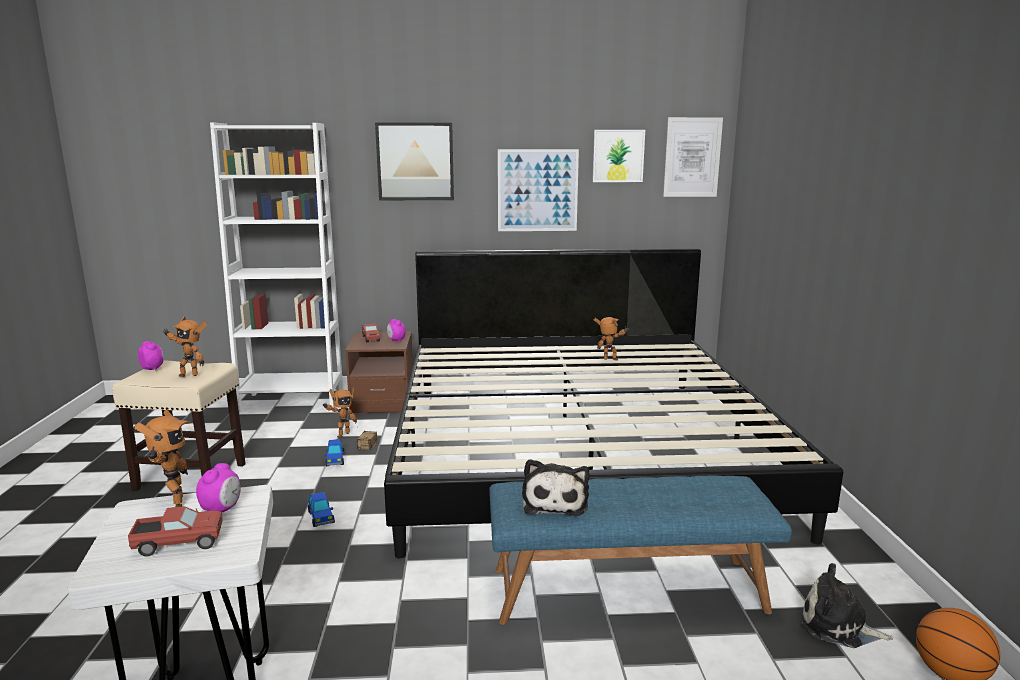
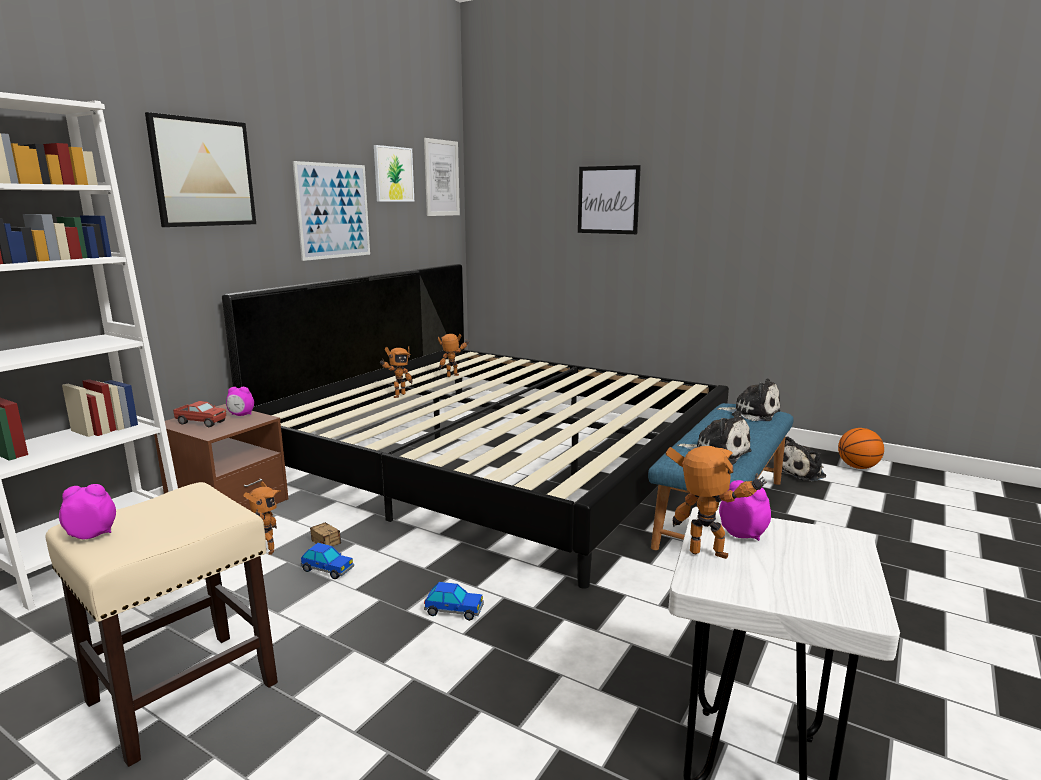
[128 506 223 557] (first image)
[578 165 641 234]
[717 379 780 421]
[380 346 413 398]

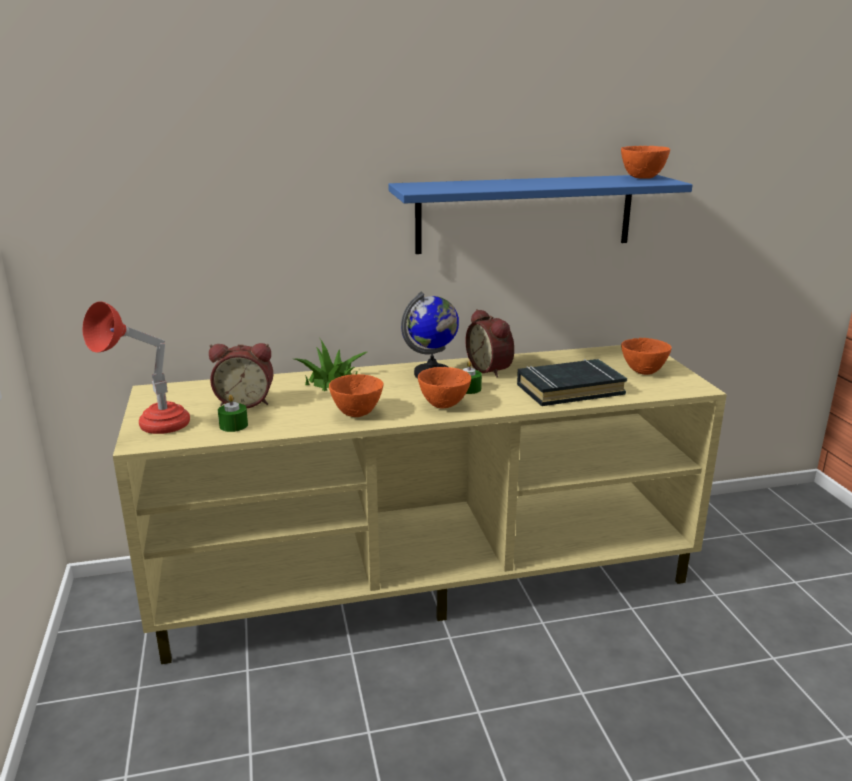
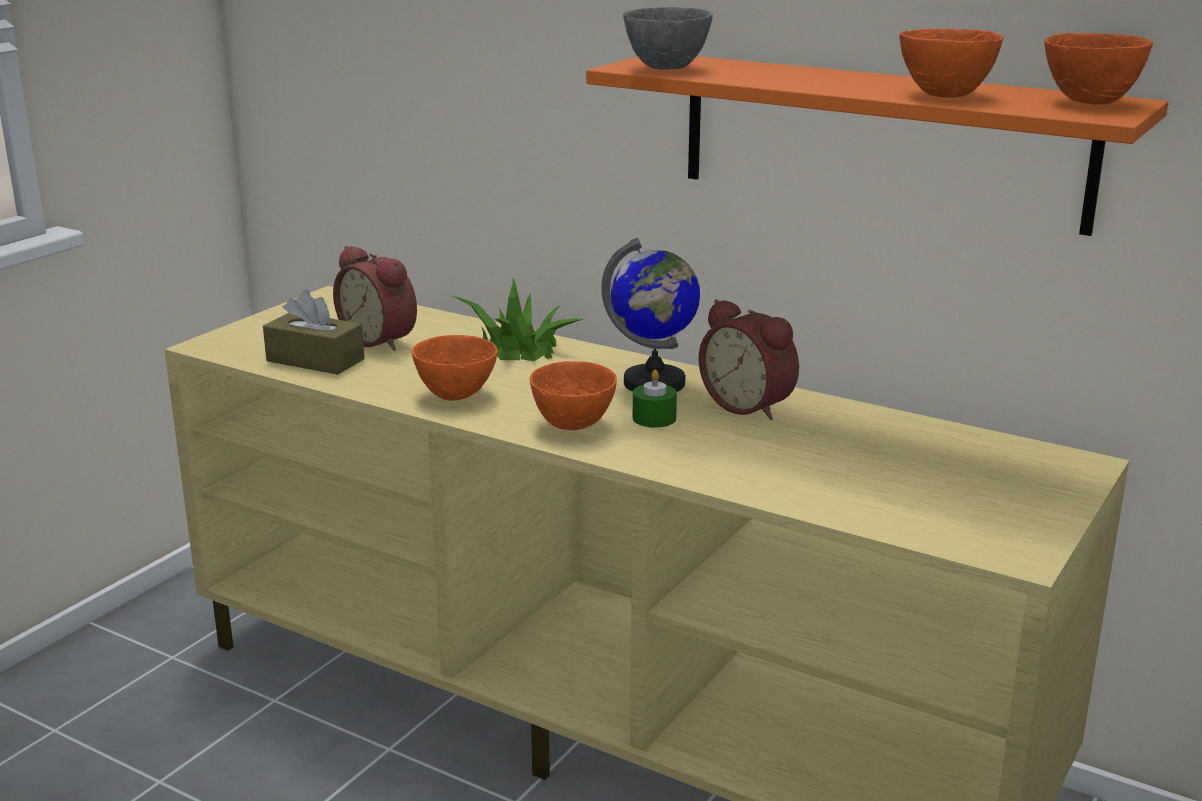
[83 301 190 434] (first image)
[517 359 627 406] (first image)
[623 7 713 69]
[900 29 1003 98]
[263 290 365 375]
[586 56 1168 236]
[699 299 799 420]

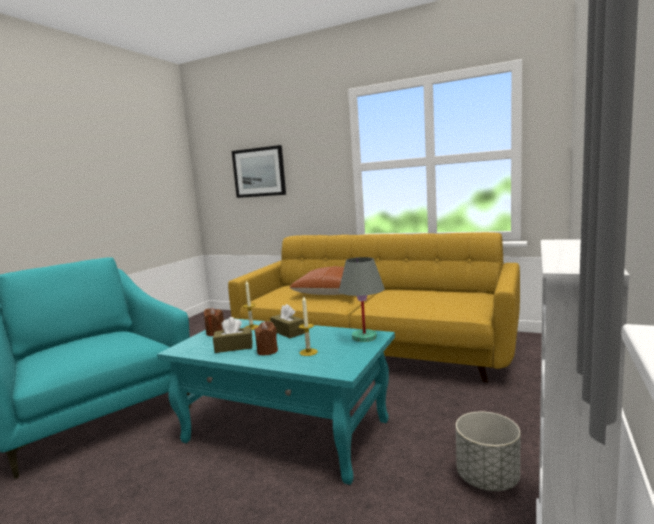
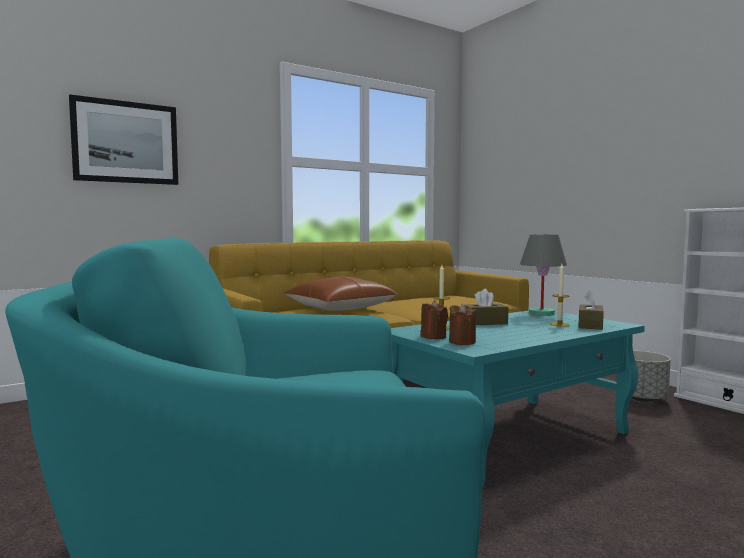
[578 290 604 330]
[449 303 476 345]

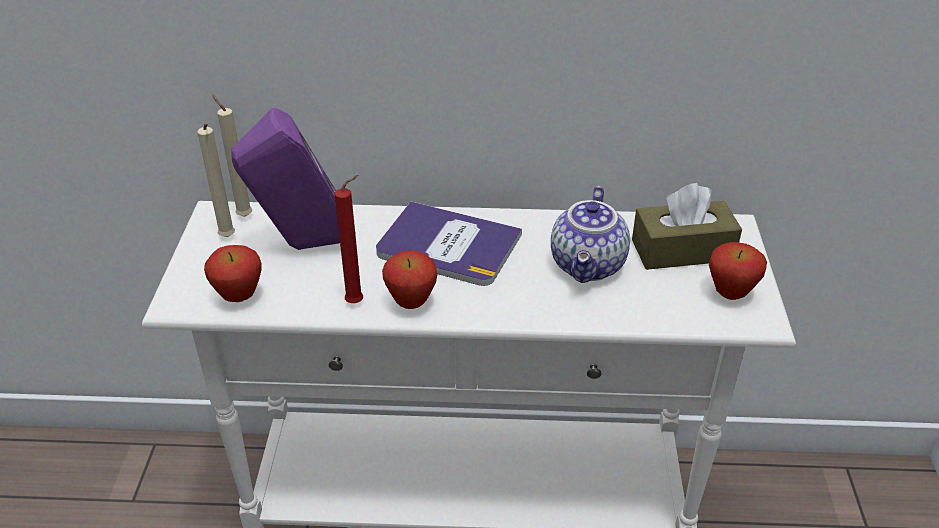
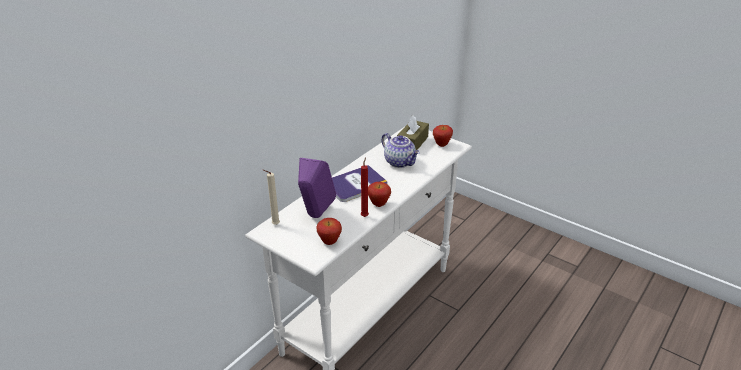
[197 124 235 237] (first image)

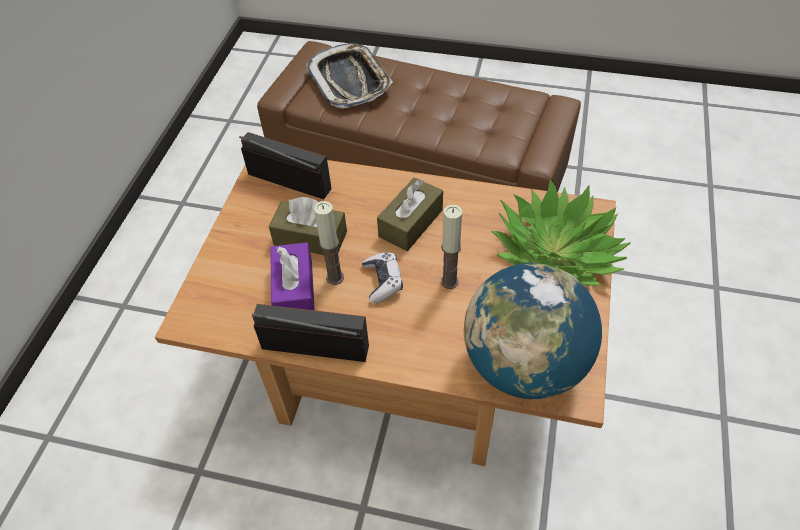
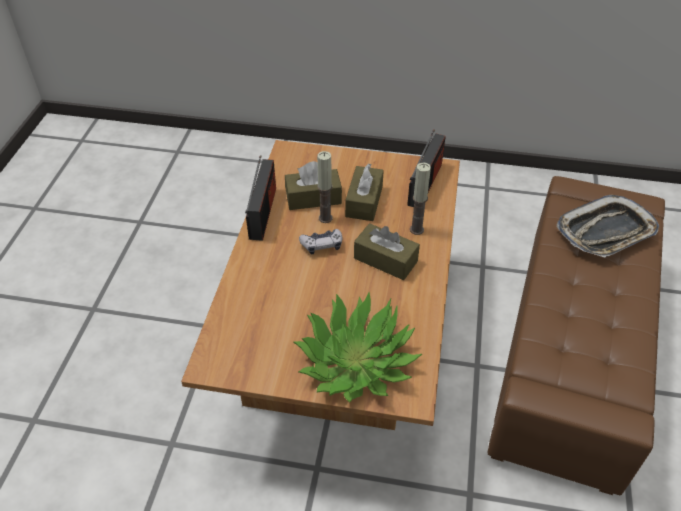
[464 263 602 399] (first image)
[410 162 431 235]
[285 161 342 210]

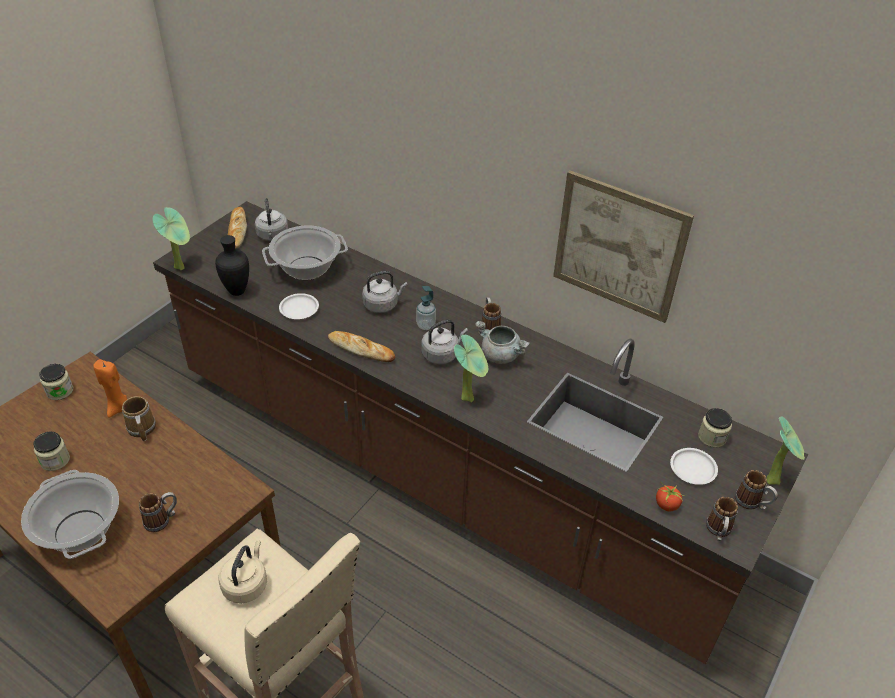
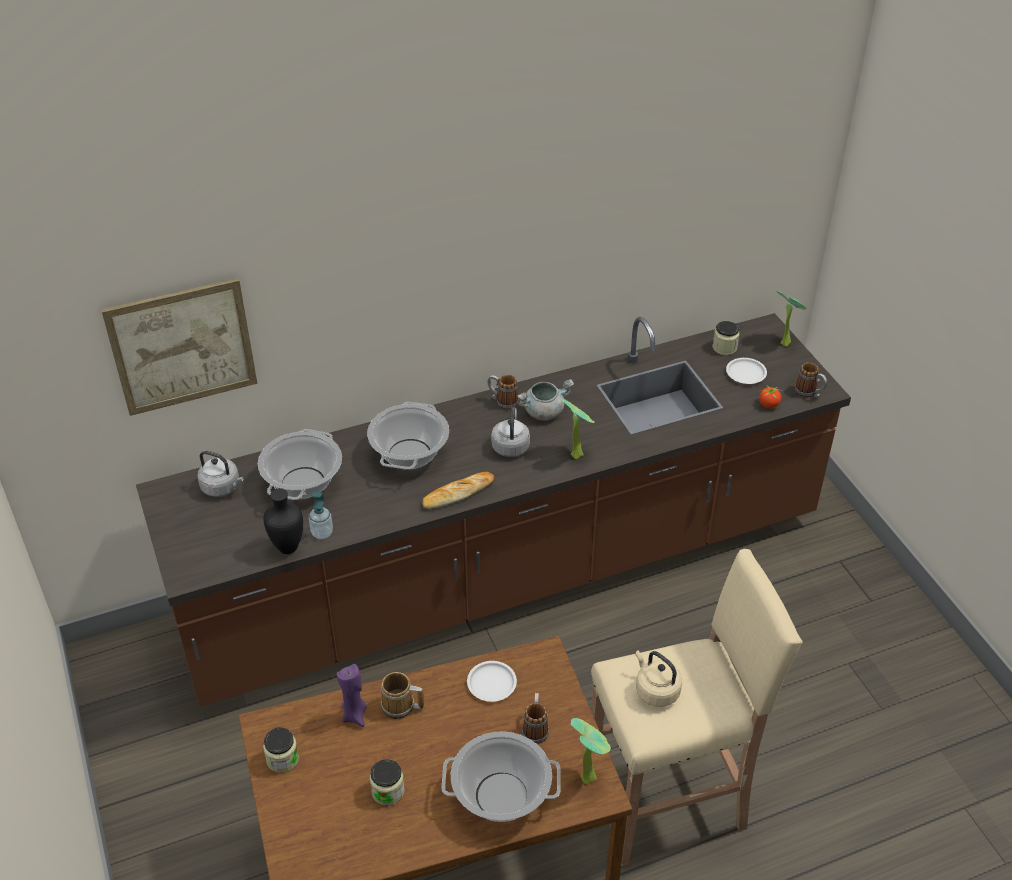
[228 207 247 249] (first image)
[735 470 778 510] (first image)
[571 718 611 785]
[467 661 517 702]
[309 492 333 539]
[101 278 257 416]
[367 402 449 470]
[337 664 367 727]

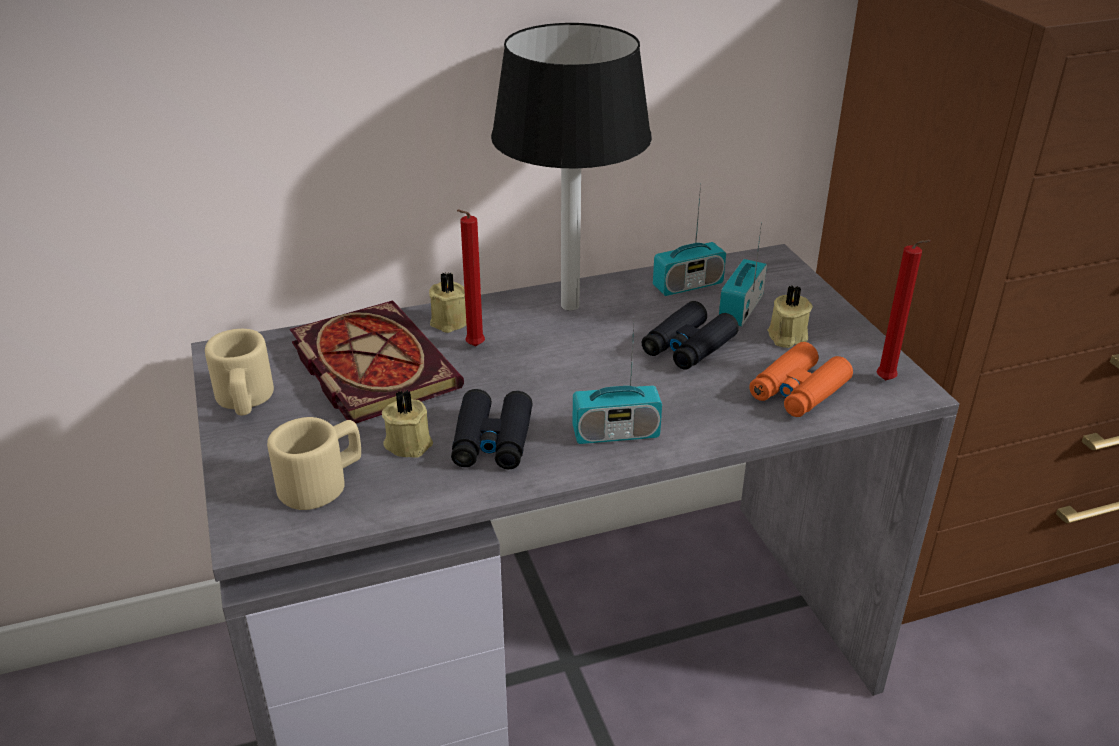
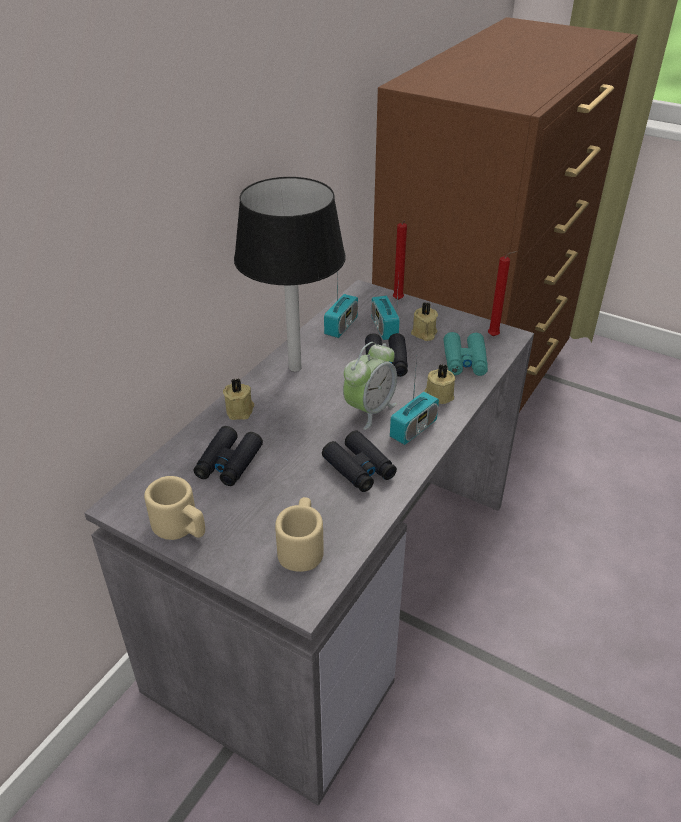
[343 342 397 430]
[423 364 456 404]
[393 220 407 300]
[194 426 263 486]
[444 332 488 376]

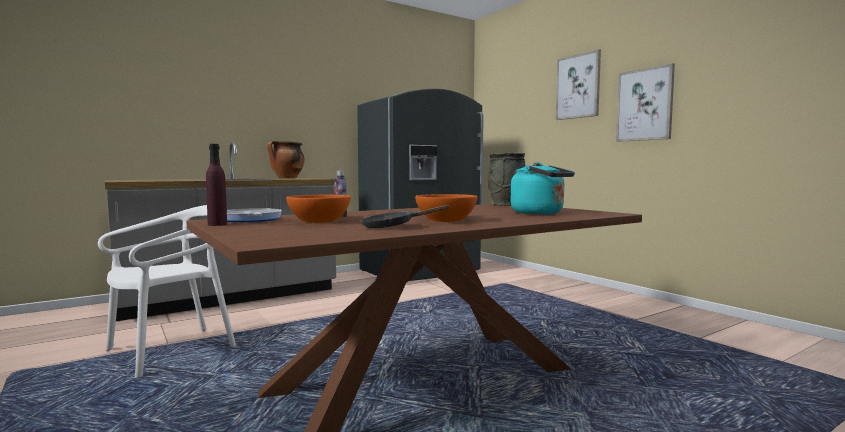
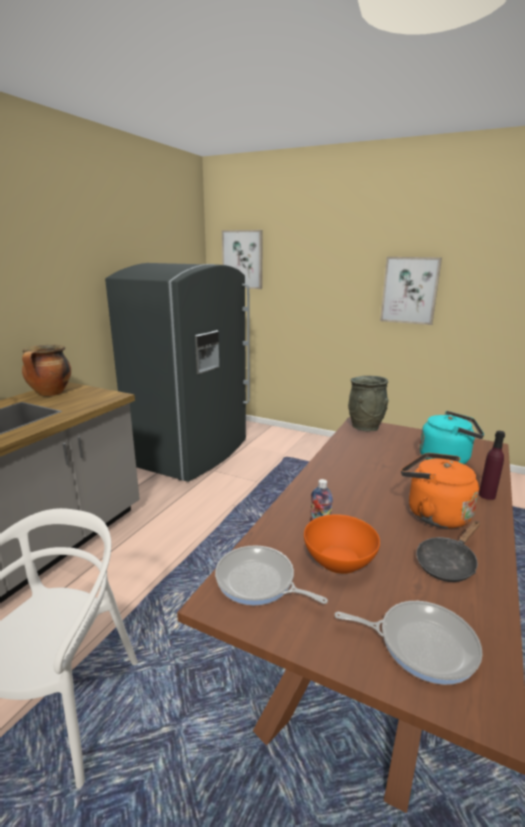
[334 601 483 685]
[479 431 505 500]
[222 230 263 289]
[401 453 479 528]

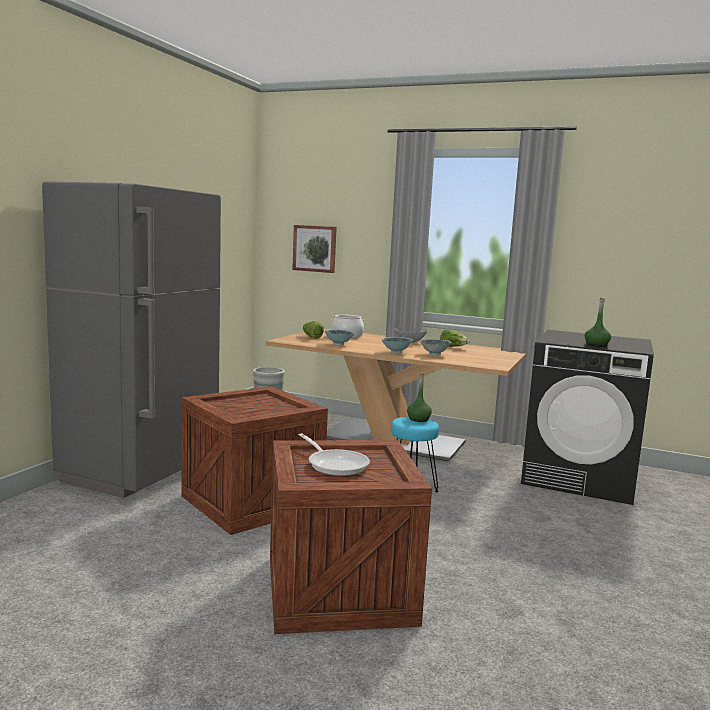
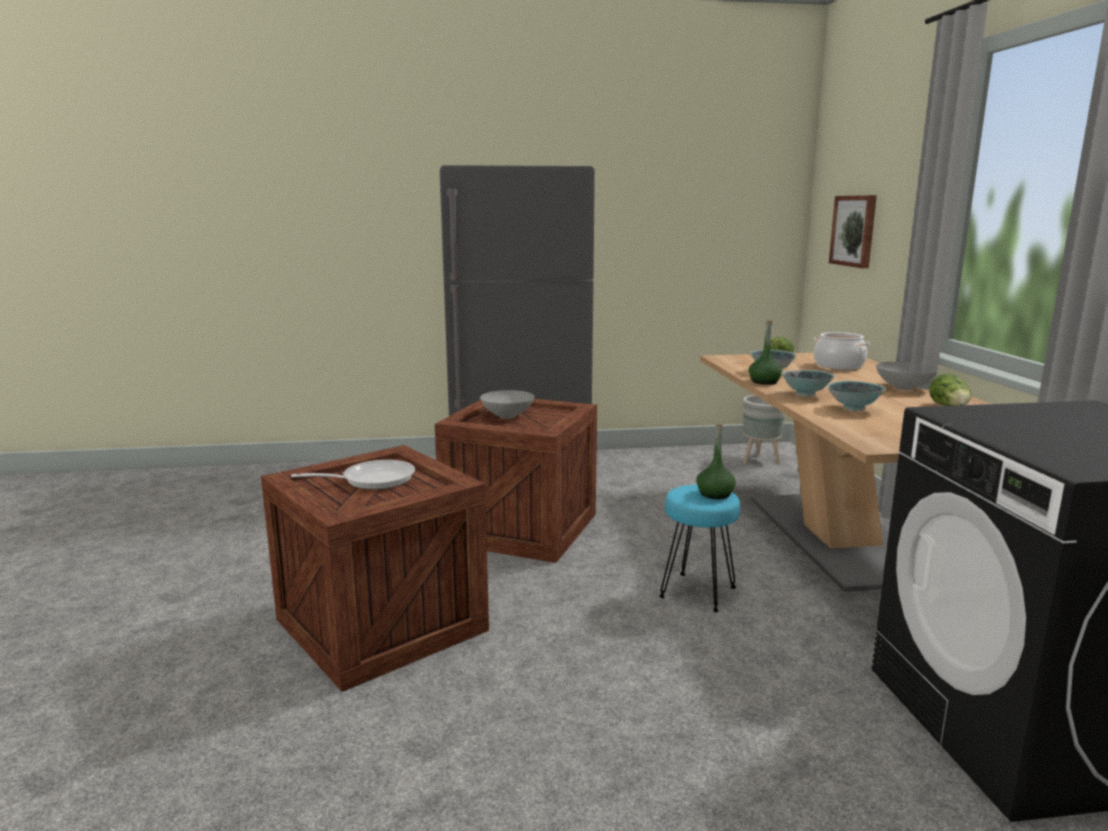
[480 390 534 419]
[749 320 782 385]
[291 460 415 490]

